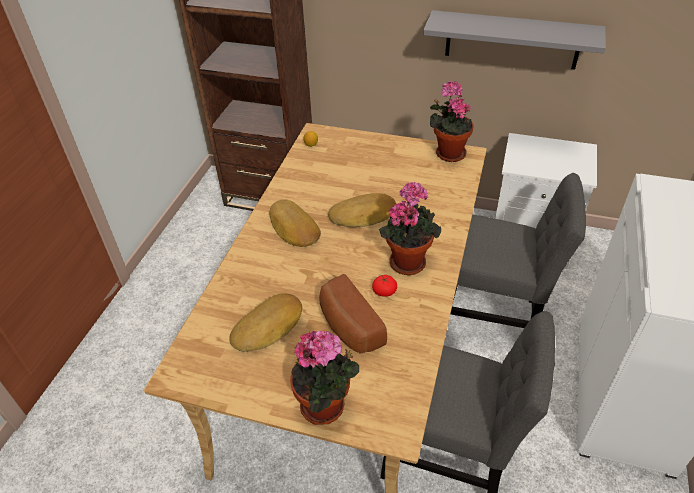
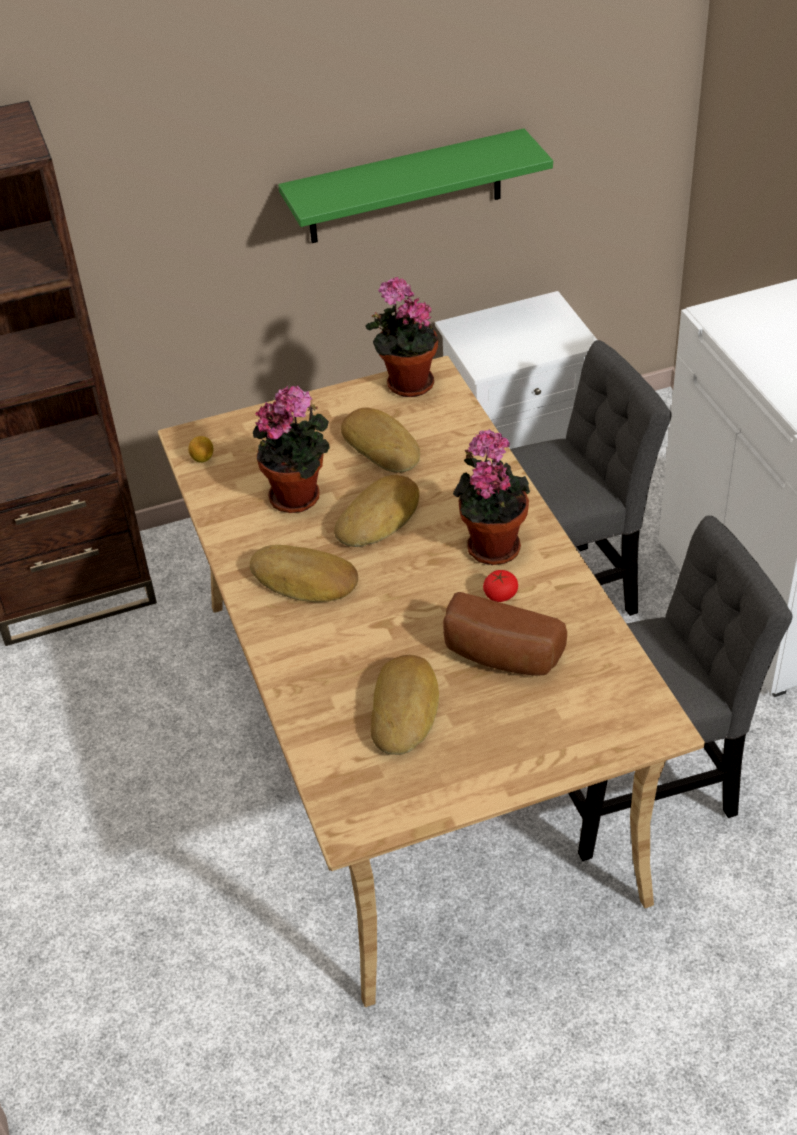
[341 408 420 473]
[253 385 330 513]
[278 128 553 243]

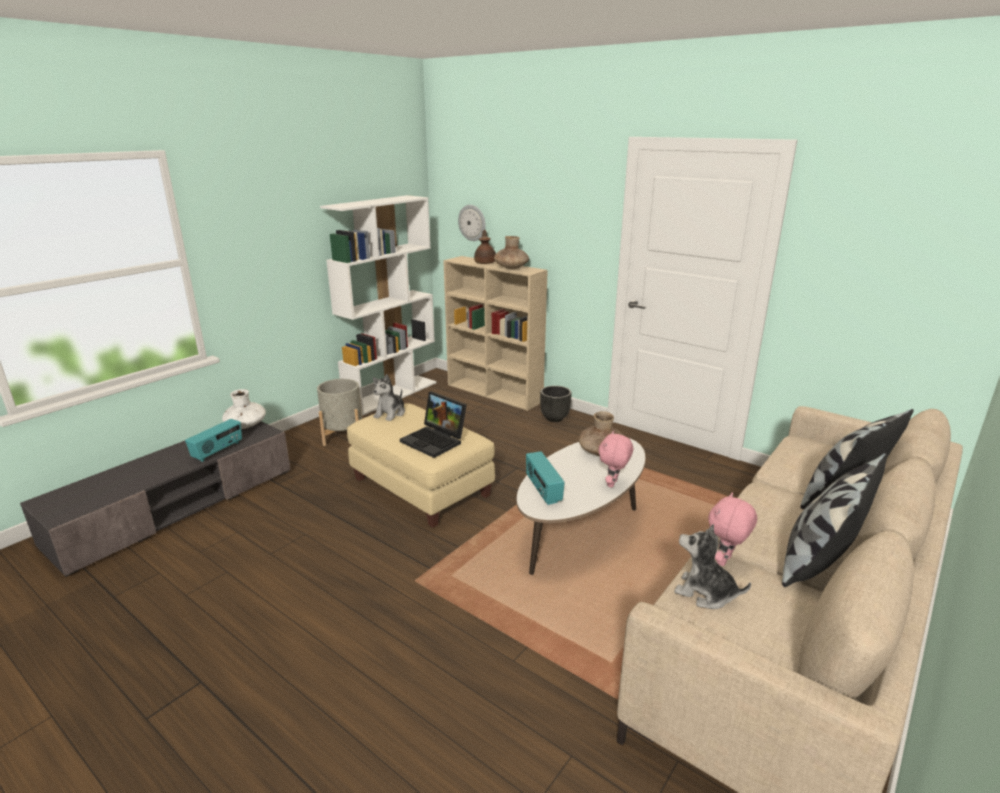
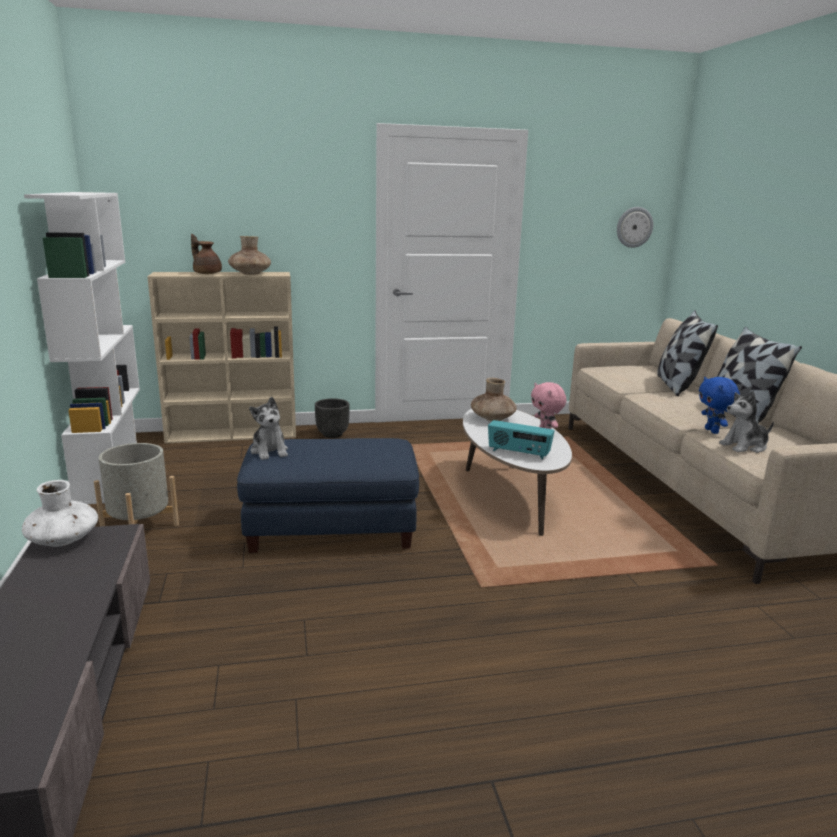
[185 419 242 462] (first image)
[400 391 467 458] (first image)
[617 207 653 248]
[237 438 419 553]
[699 377 740 434]

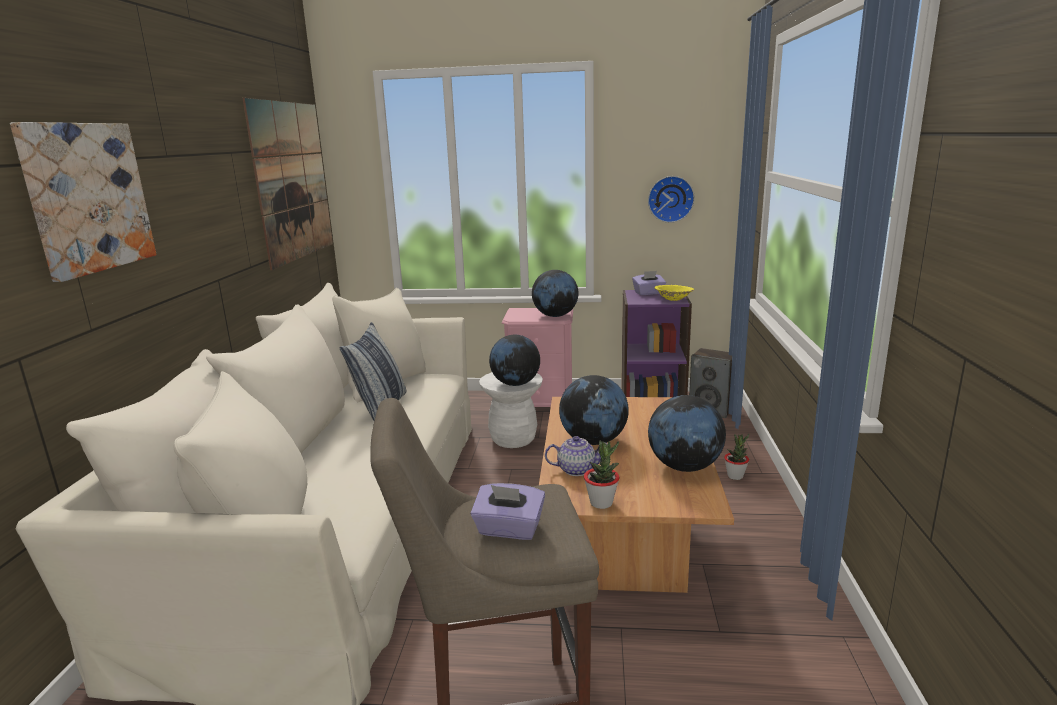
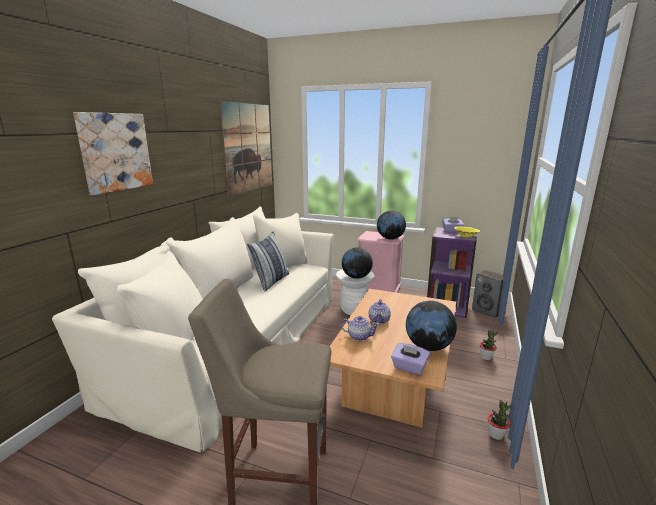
[648 176 695 223] (first image)
[391 343 430 375]
[487 400 513 440]
[369 299 391 324]

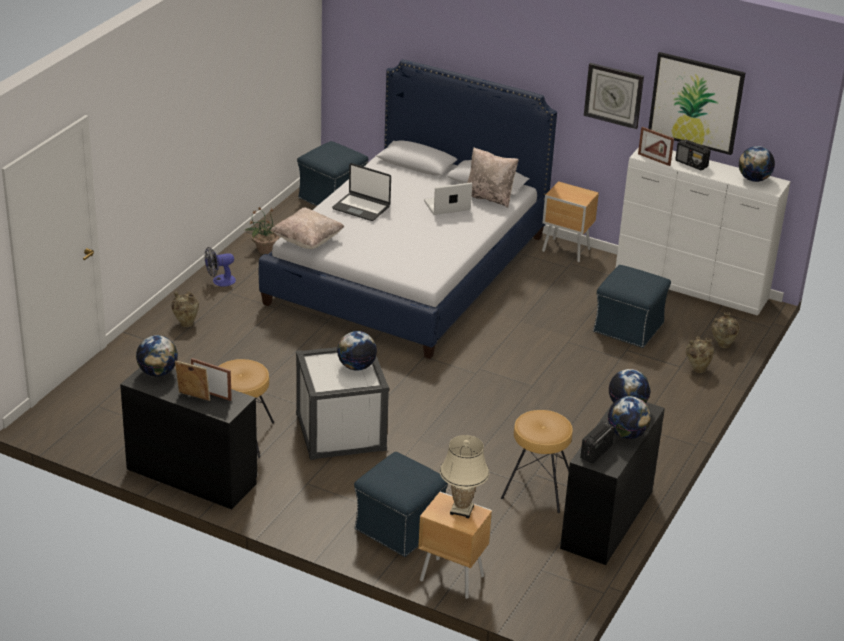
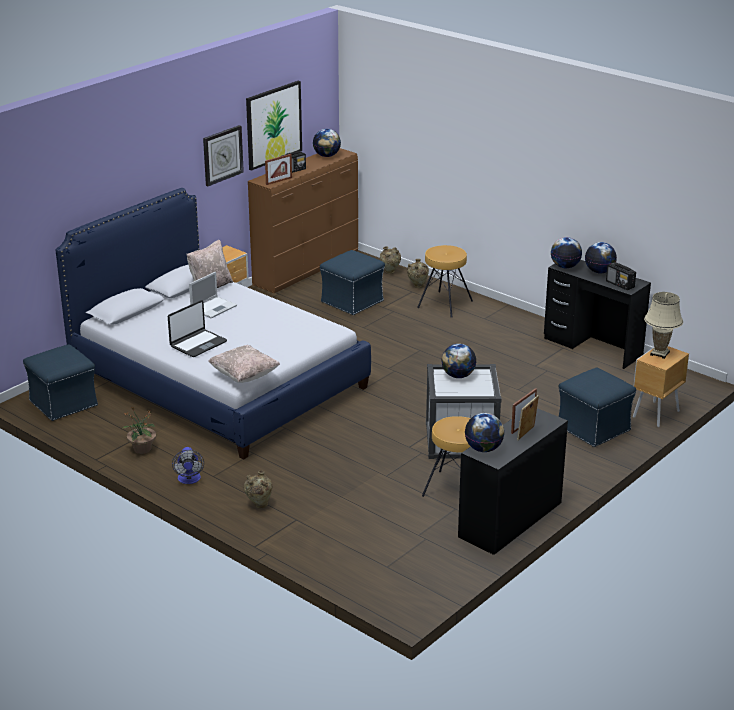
[417 245 473 318]
[248 148 358 293]
[189 272 237 318]

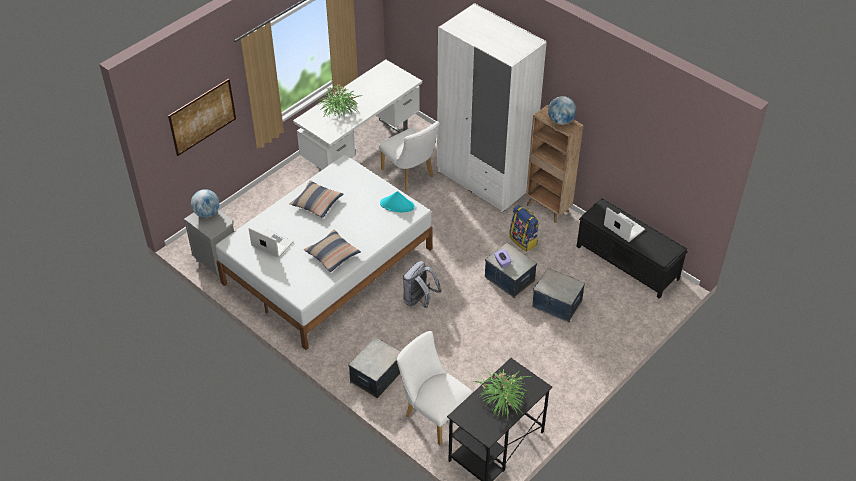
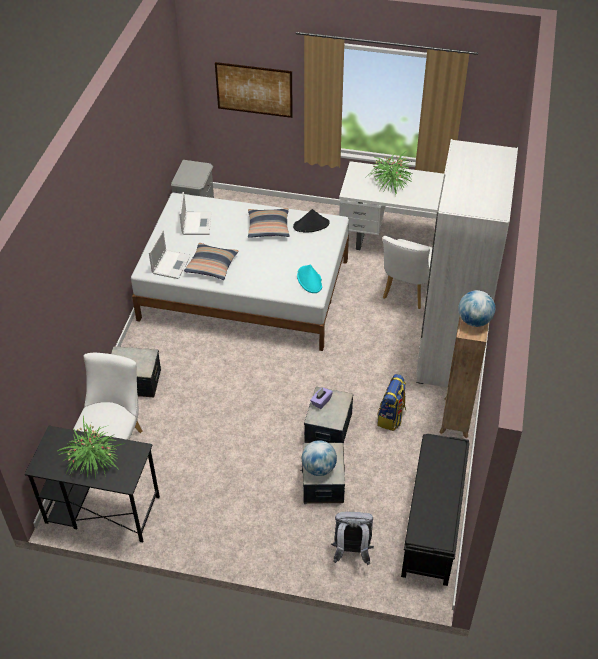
[293 209 330 232]
[302 440 337 476]
[331 512 374 565]
[149 230 191 279]

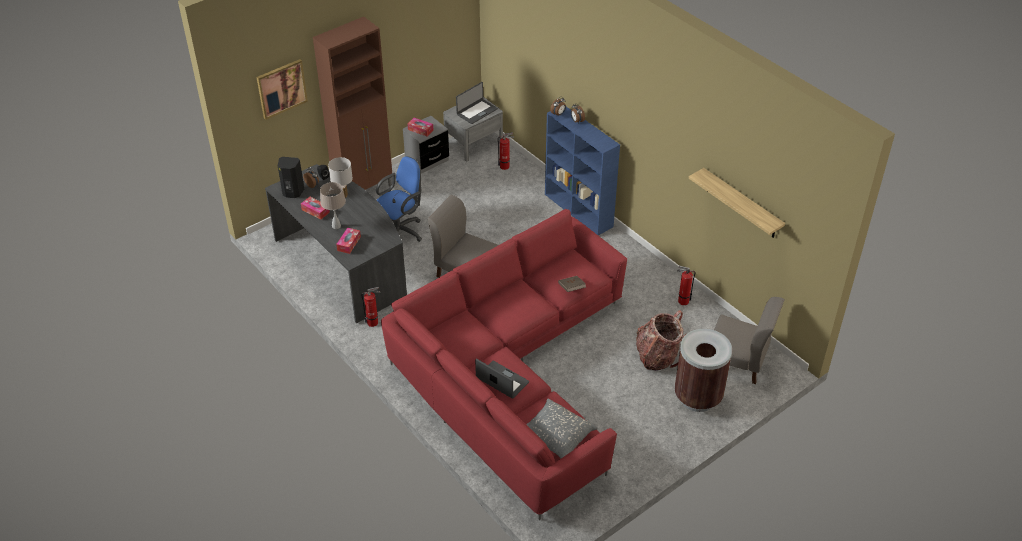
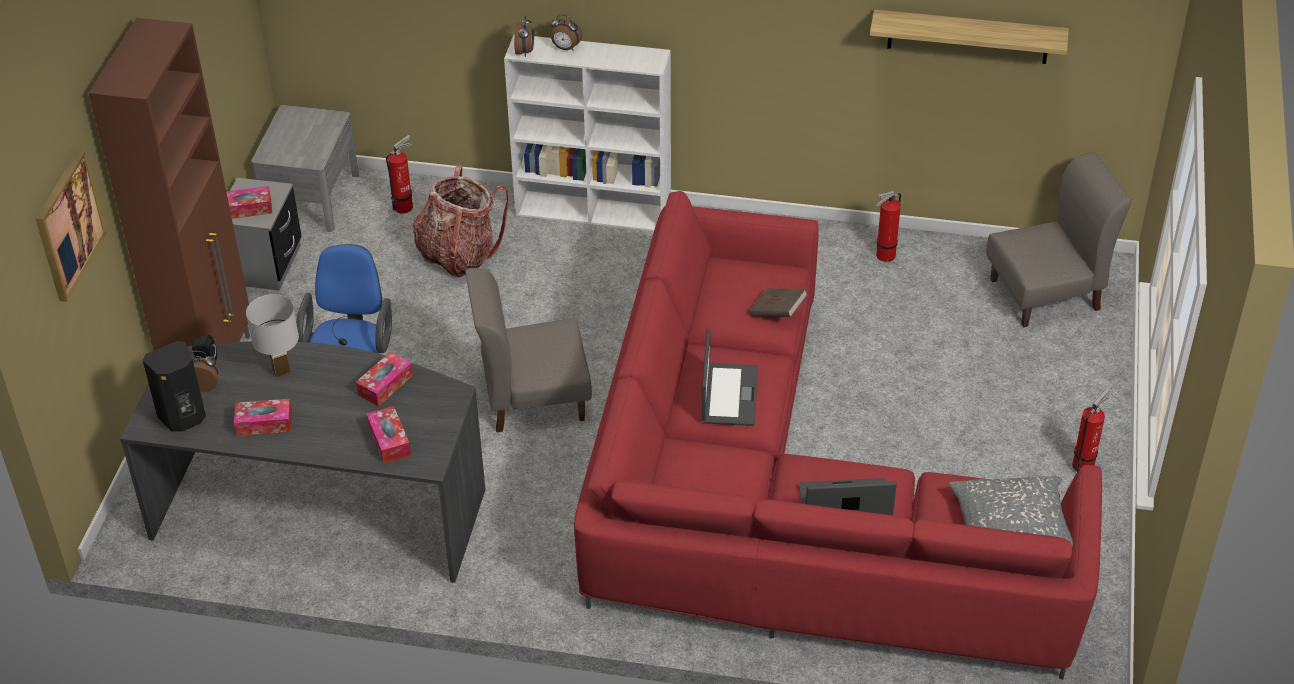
[320 182 346 229] (first image)
[674 329 732 412] (first image)
[355 352 413 406]
[1072 389 1109 472]
[702 328 758 426]
[413 165 509 278]
[504 34 671 231]

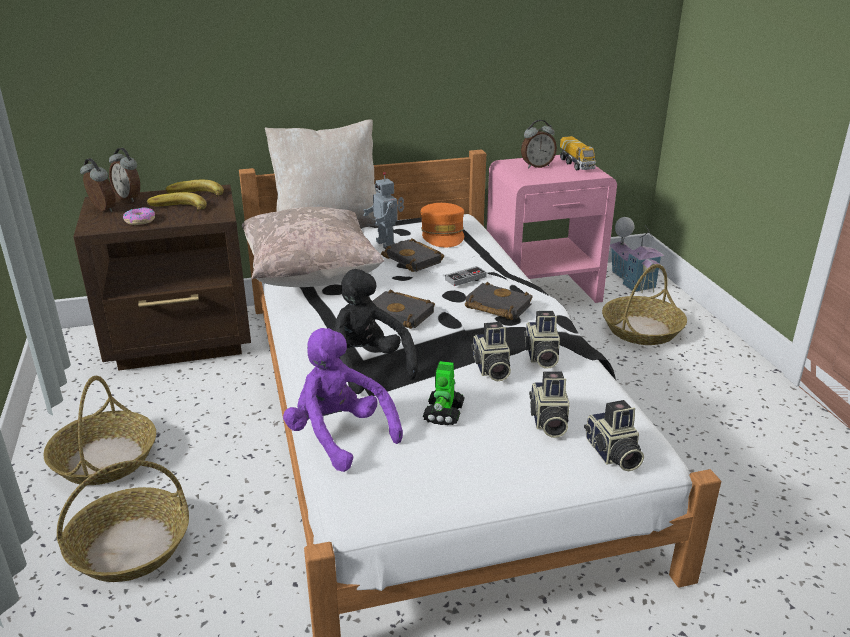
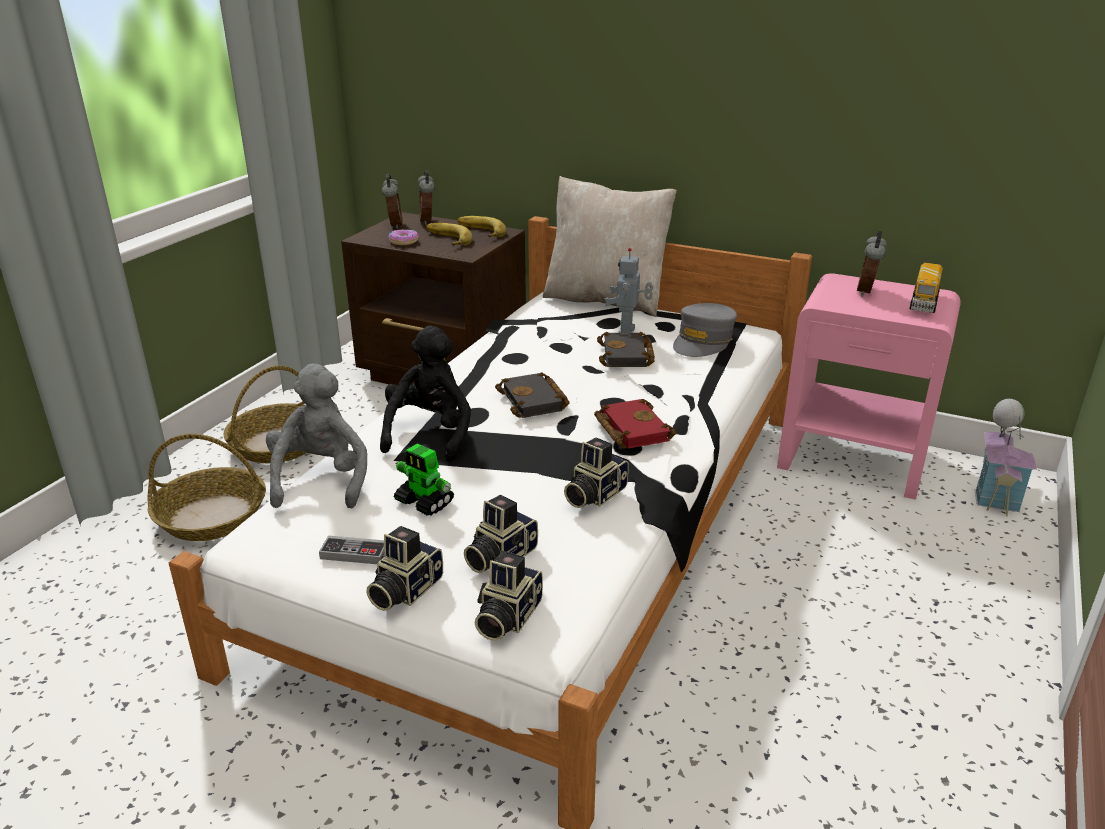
[242 207 384 287] (first image)
[602 264 687 345] (first image)
[319 536 384 564]
[367 526 443 611]
[266 364 367 508]
[673 303 737 357]
[594 399 676 449]
[394 444 454 516]
[857 231 887 297]

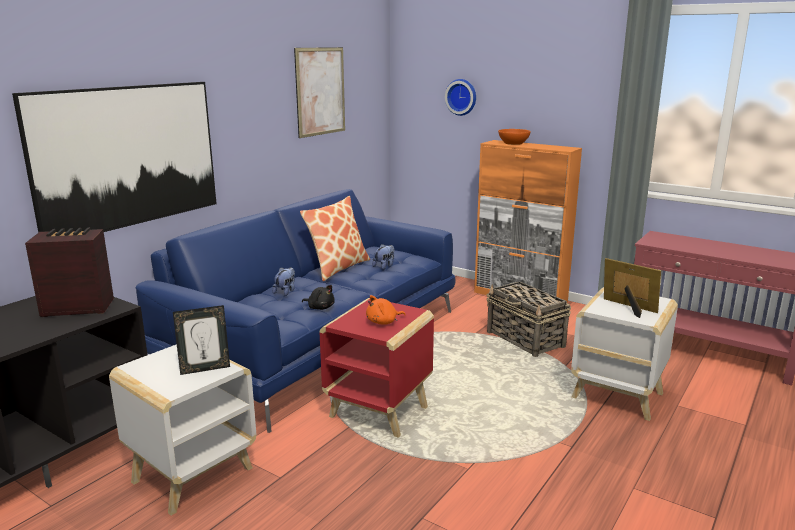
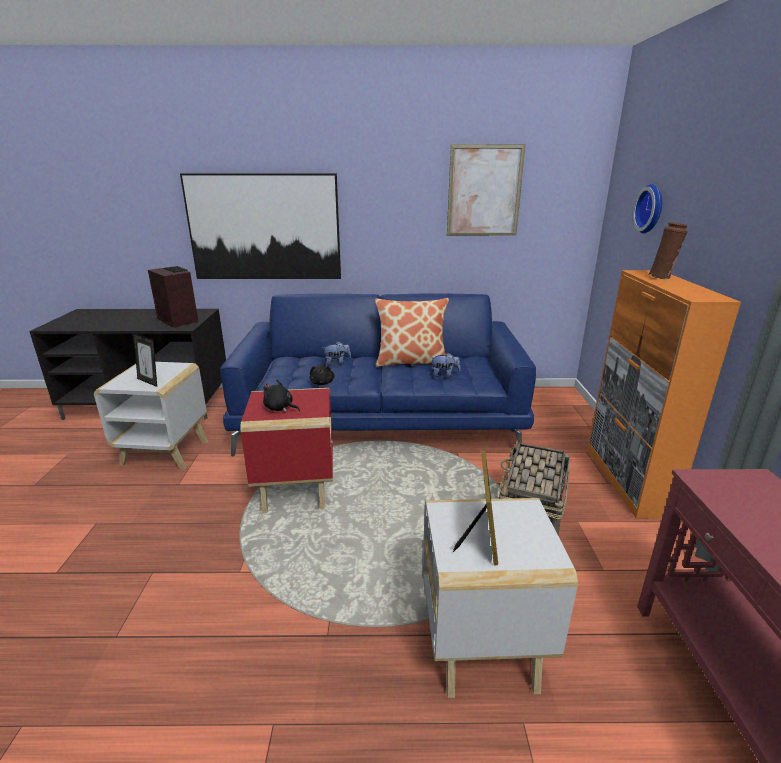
[648 222 688 279]
[263 379 300 412]

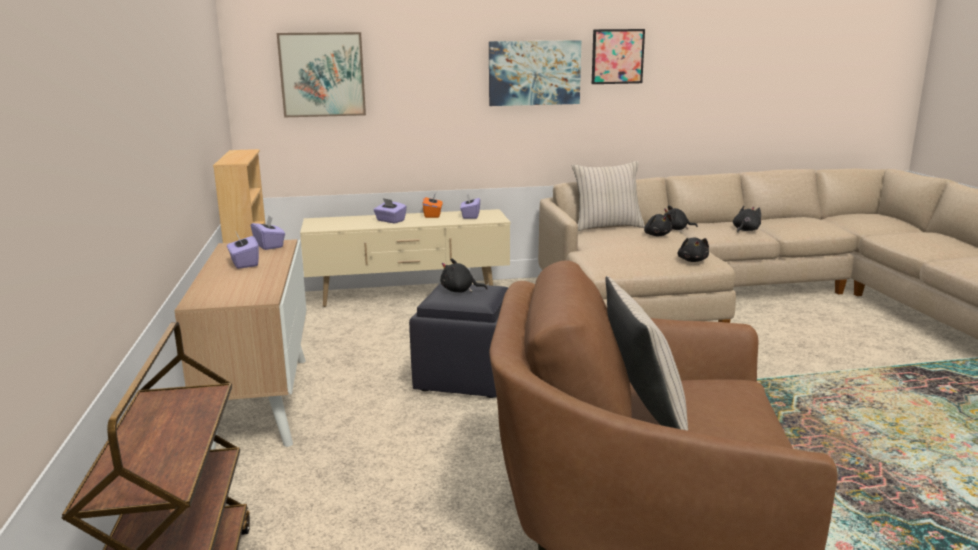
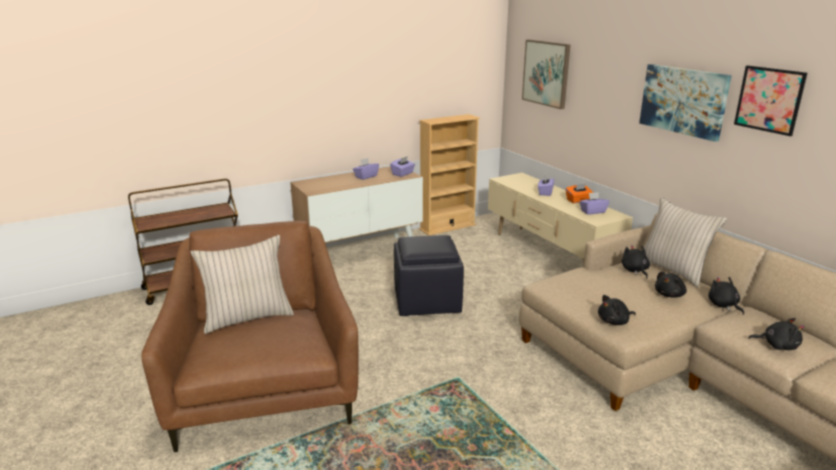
[622 245 650 278]

